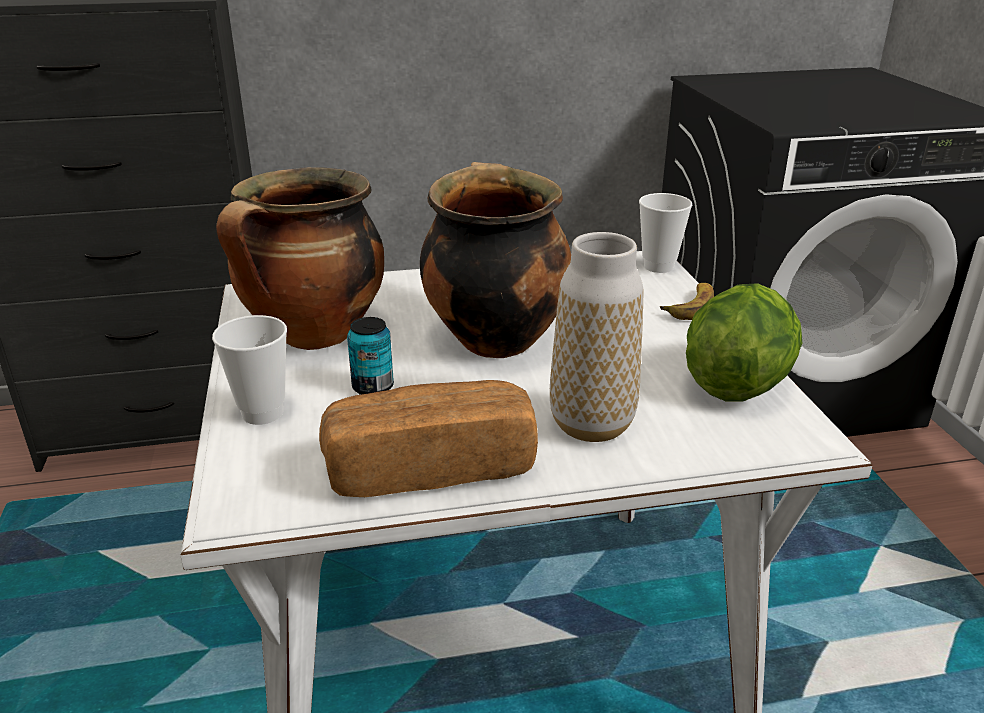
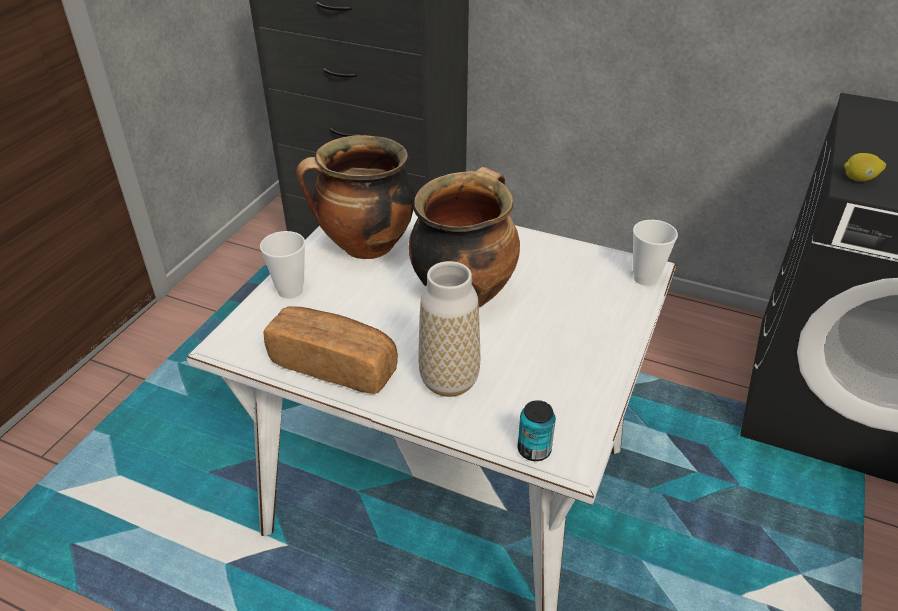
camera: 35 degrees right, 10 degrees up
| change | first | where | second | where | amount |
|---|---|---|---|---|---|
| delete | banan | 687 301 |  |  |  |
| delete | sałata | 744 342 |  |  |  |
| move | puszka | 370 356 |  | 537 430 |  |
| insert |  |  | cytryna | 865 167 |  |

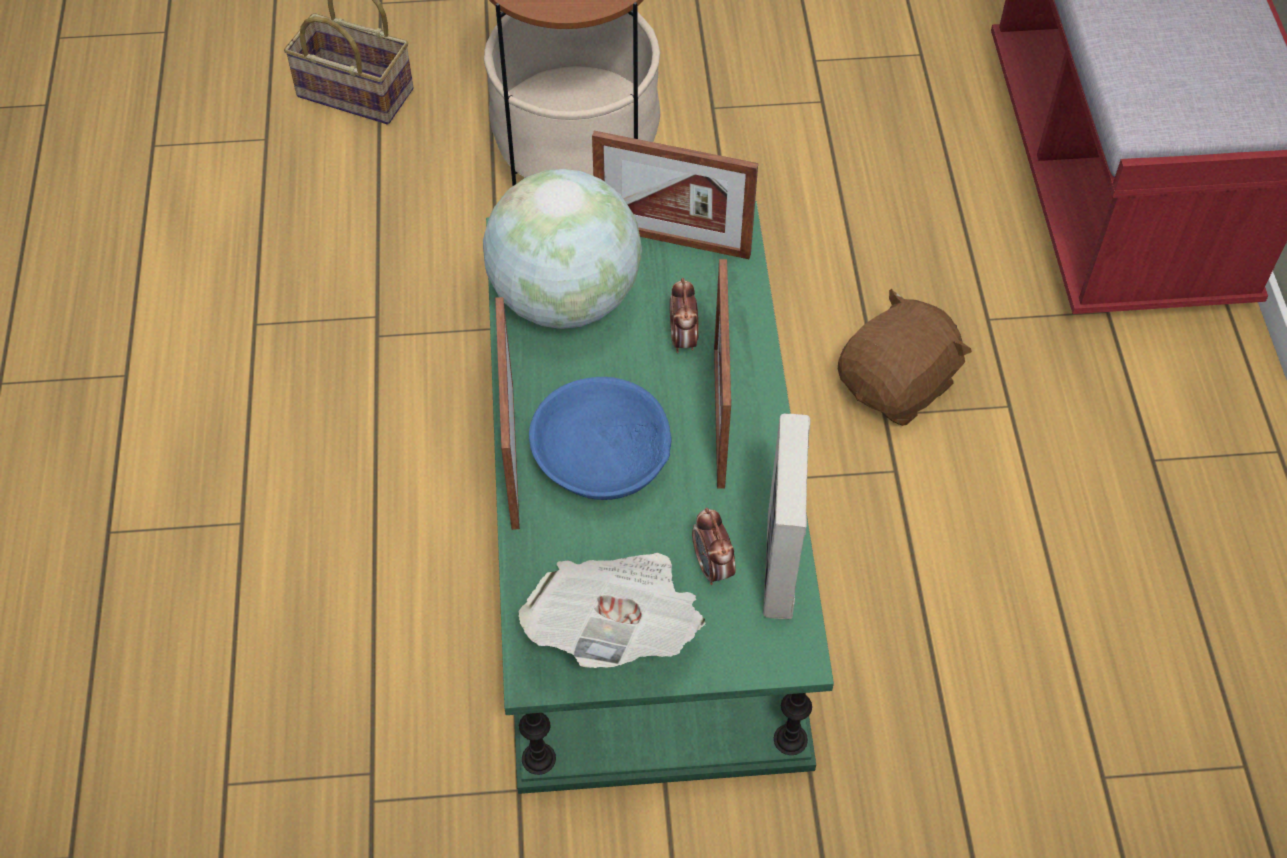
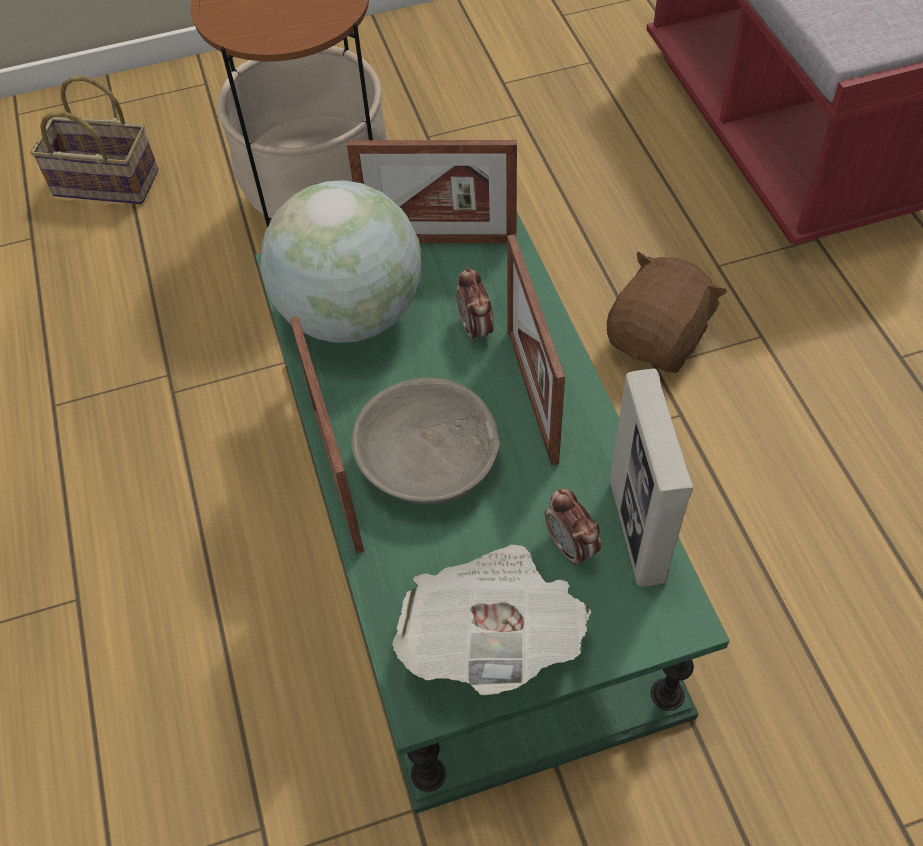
camera: 10 degrees left, 0 degrees up
| change | first | where | second | where | amount |
|---|---|---|---|---|---|
| recolor | miska (niebieski) | 600 438 | miska (szary) | 425 441 |  |

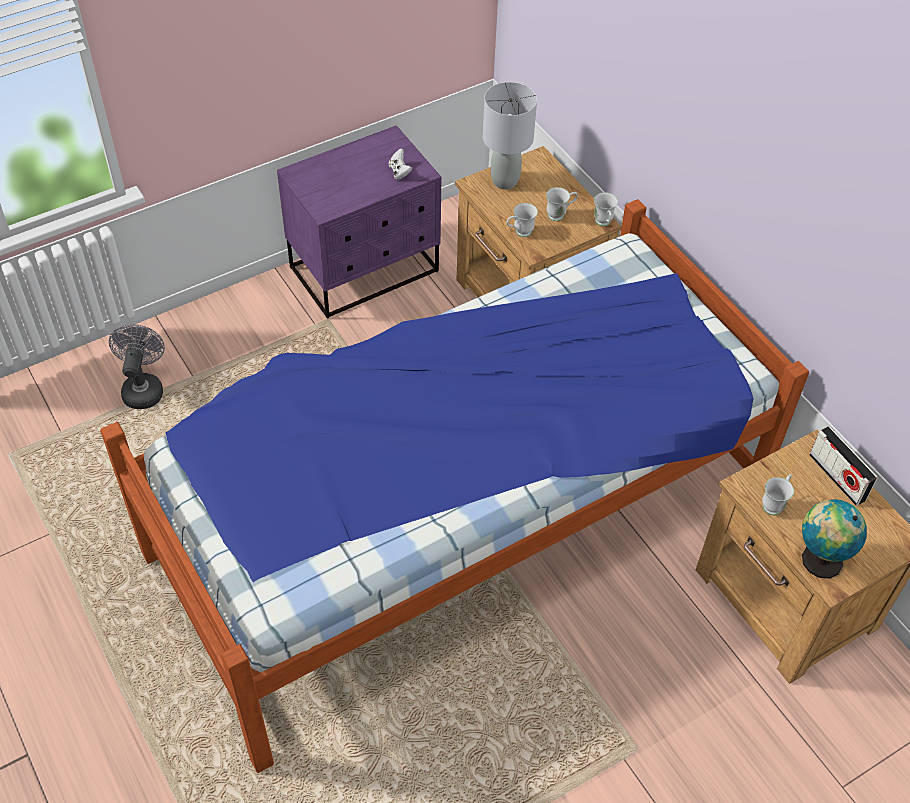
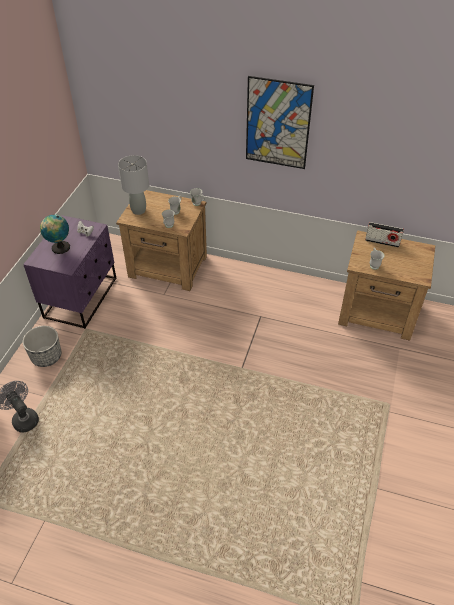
camera: 40 degrees left, 5 degrees down
| change | first | where | second | where | amount |
|---|---|---|---|---|---|
| delete | łóżko | 454 486 |  |  |  |
| move | globus | 834 539 |  | 55 234 |  |
| insert |  |  | obraz | 280 122 |  |
| insert |  |  | donica | 42 346 |  |

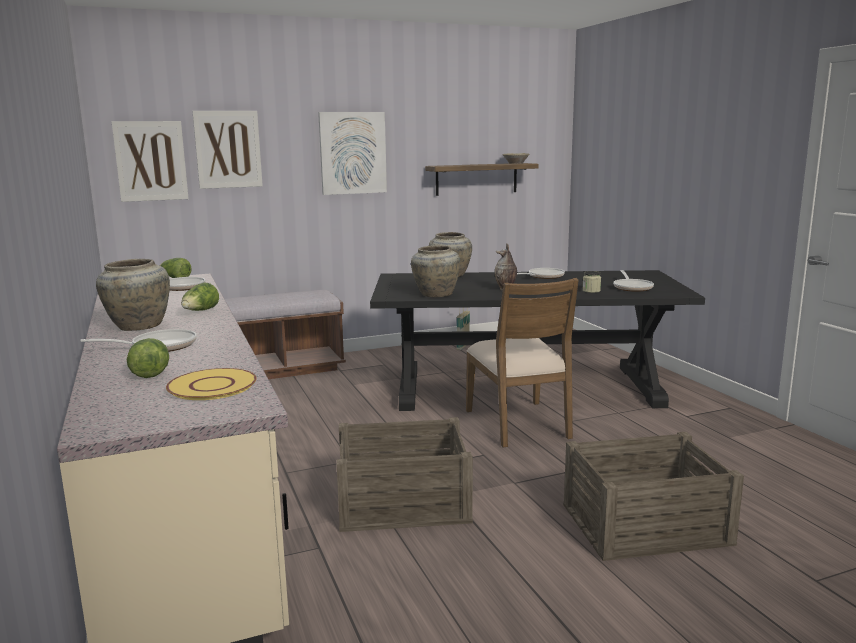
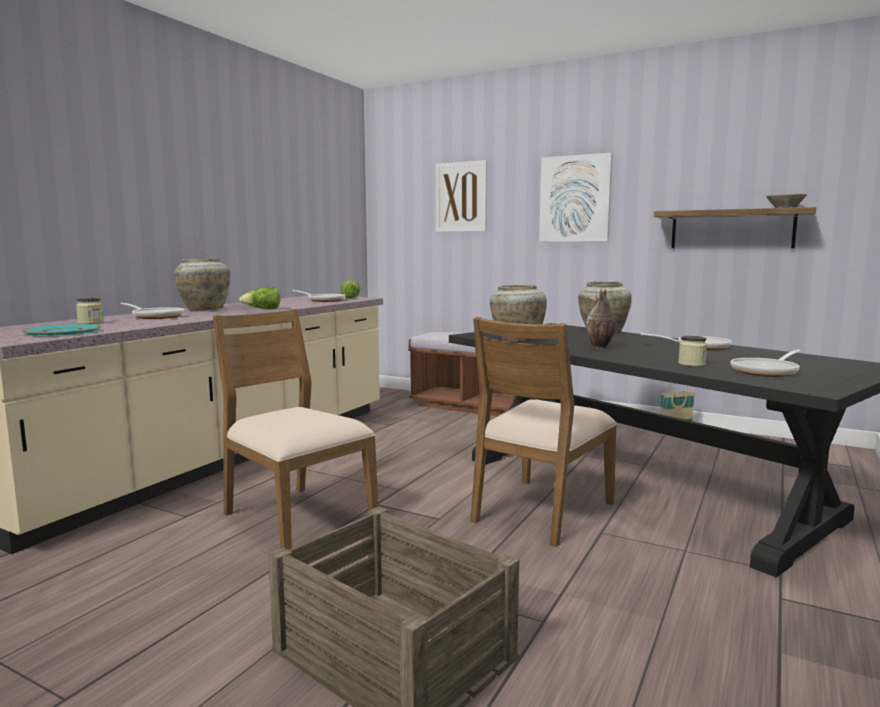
camera: 50 degrees right, 5 degrees down
| change | first | where | second | where | amount |
|---|---|---|---|---|---|
| delete | obraz | 150 161 |  |  |  |
| replace | sałata | 148 358 | słoik | 90 311 |  |
| recolor | talerz (żółty) | 211 384 | talerz (turkusowy) | 62 330 |  |
| replace | skrzynka | 405 474 | krzesło (brązowy) | 295 429 |  |

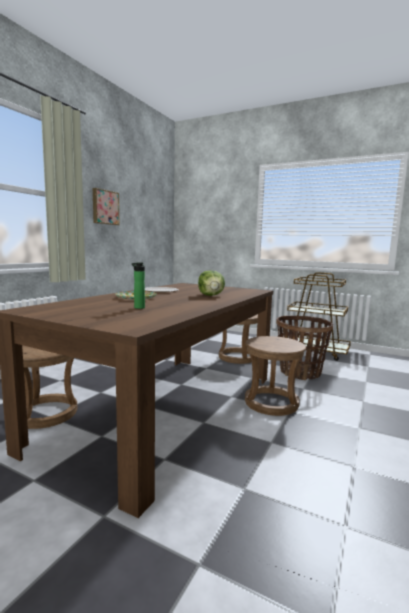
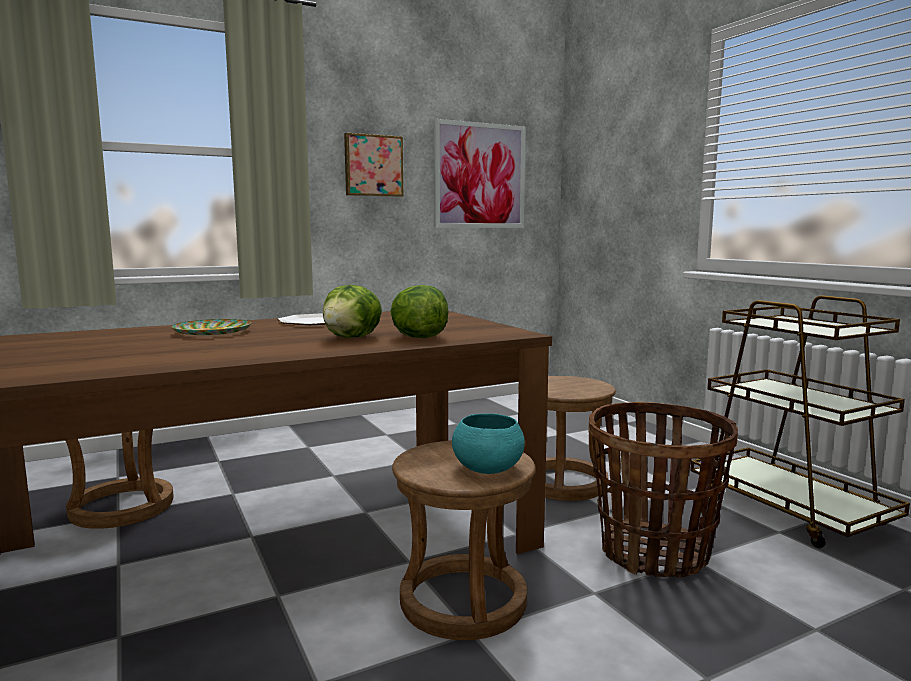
camera: 35 degrees right, 0 degrees up
| change | first | where | second | where | amount |
|---|---|---|---|---|---|
| delete | butelka | 138 286 |  |  |  |
| insert |  |  | obraz | 480 173 |  |
| insert |  |  | sałata | 419 311 |  |
| insert |  |  | miska (turkusowy) | 488 443 |  |

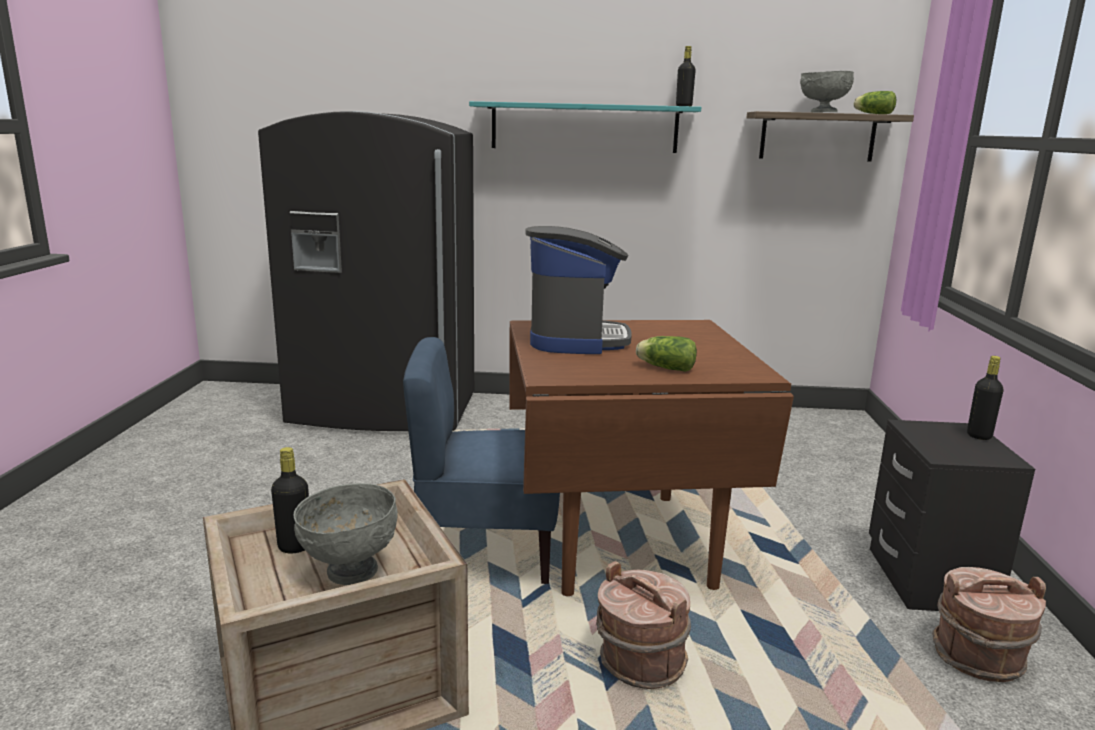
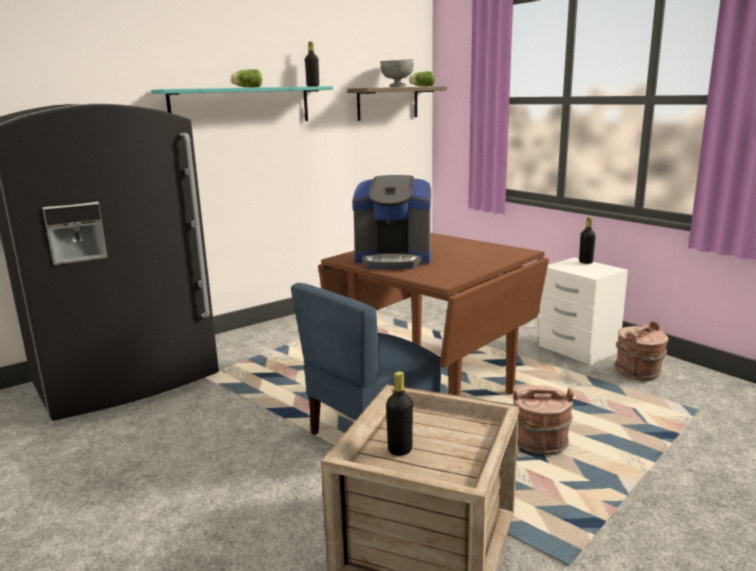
camera: 40 degrees left, 0 degrees up
| change | first | where | second | where | amount |
|---|---|---|---|---|---|
| rotate | ekspres do kawy | 578 290 |  | 392 222 | 135 degrees clockwise |
| move | sałata | 666 354 |  | 246 78 |  |
| recolor | szafka nocna (czarny) | 952 515 | szafka nocna (biały) | 583 311 |  |
| delete | miska (szary) | 346 534 |  |  |  |

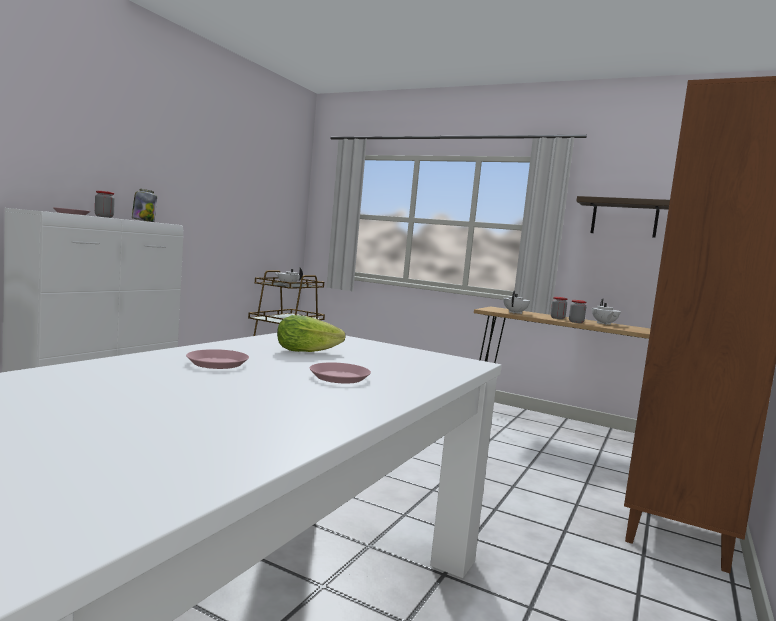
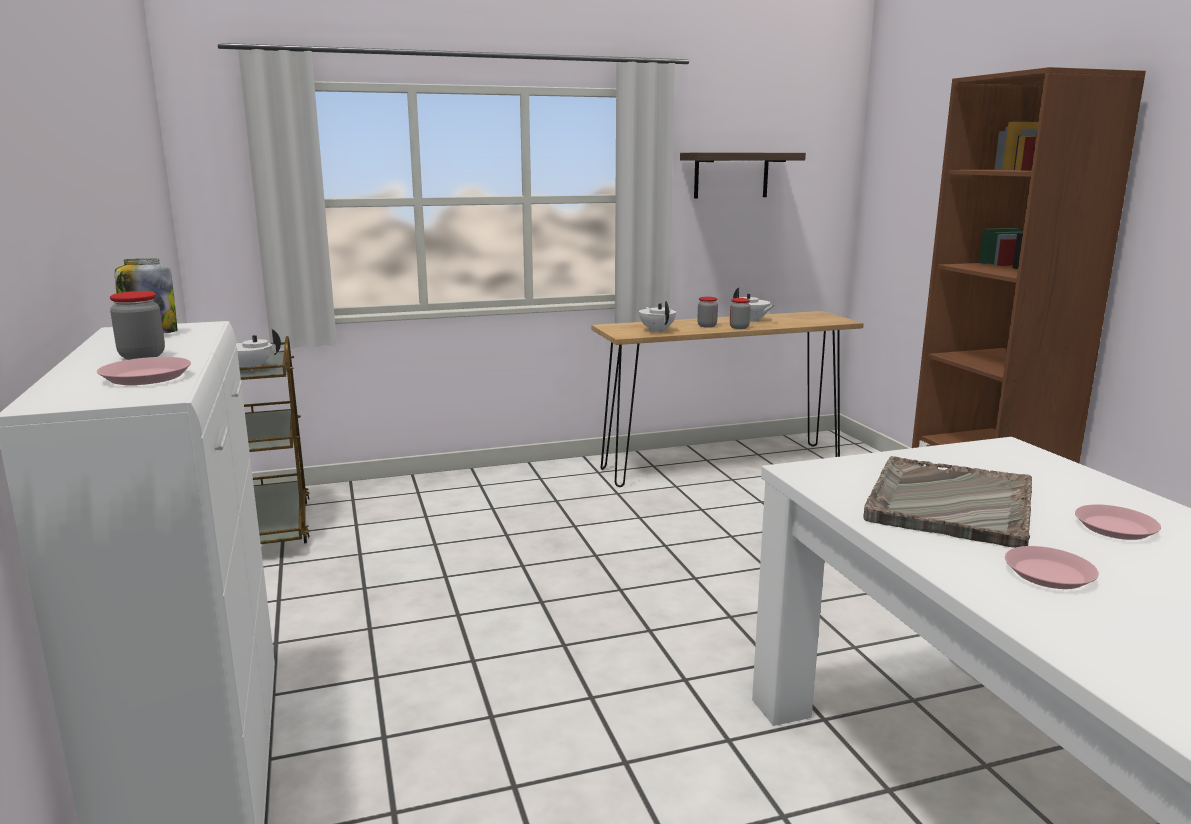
camera: 45 degrees left, 10 degrees up
| change | first | where | second | where | amount |
|---|---|---|---|---|---|
| replace | sałata | 311 333 | taca (szary) | 947 502 |  |

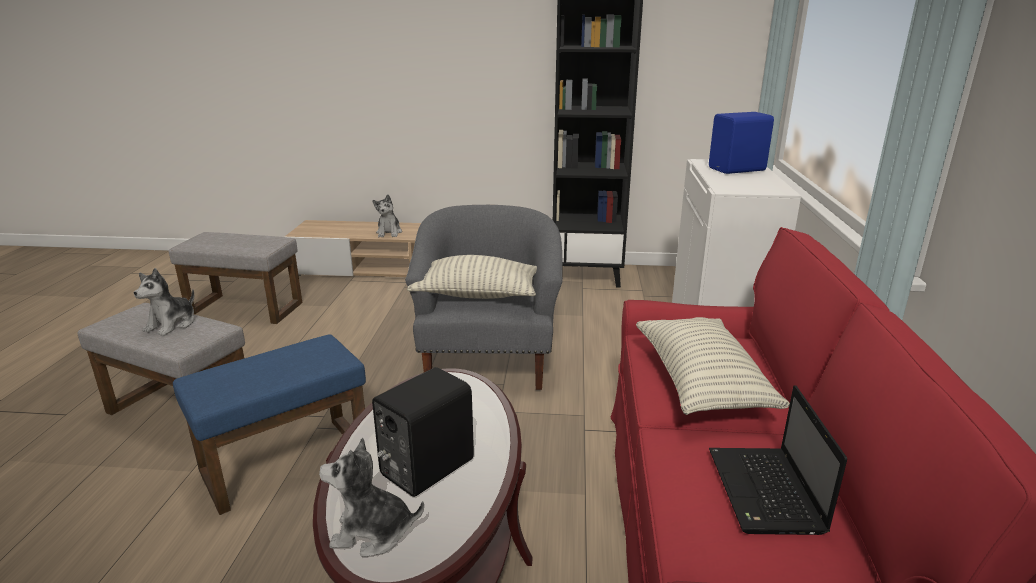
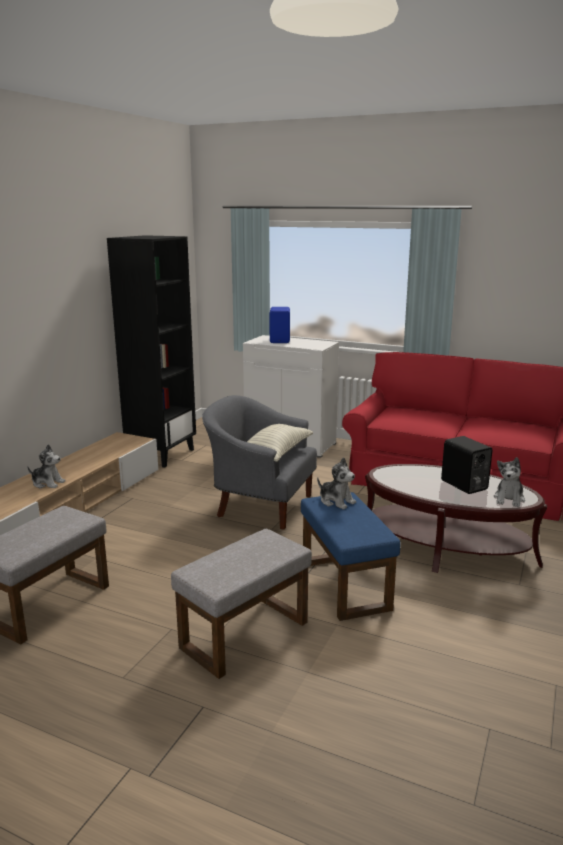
camera: 70 degrees left, 5 degrees down
| change | first | where | second | where | amount |
|---|---|---|---|---|---|
| move | pluszak | 164 302 |  | 336 483 |  |
| delete | poduszka | 713 366 |  |  |  |
| delete | laptop | 778 460 |  |  |  |

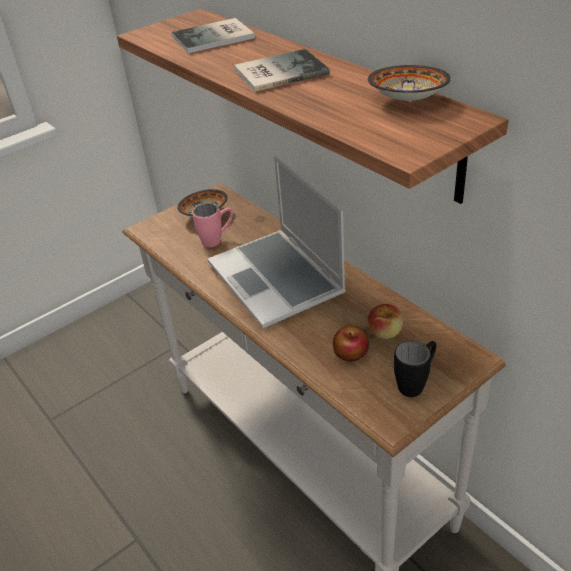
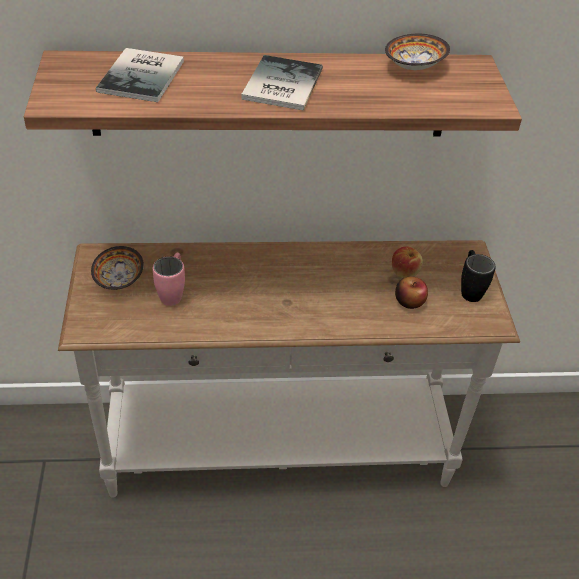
camera: 60 degrees left, 5 degrees up
| change | first | where | second | where | amount |
|---|---|---|---|---|---|
| delete | laptop | 277 242 |  |  |  |

